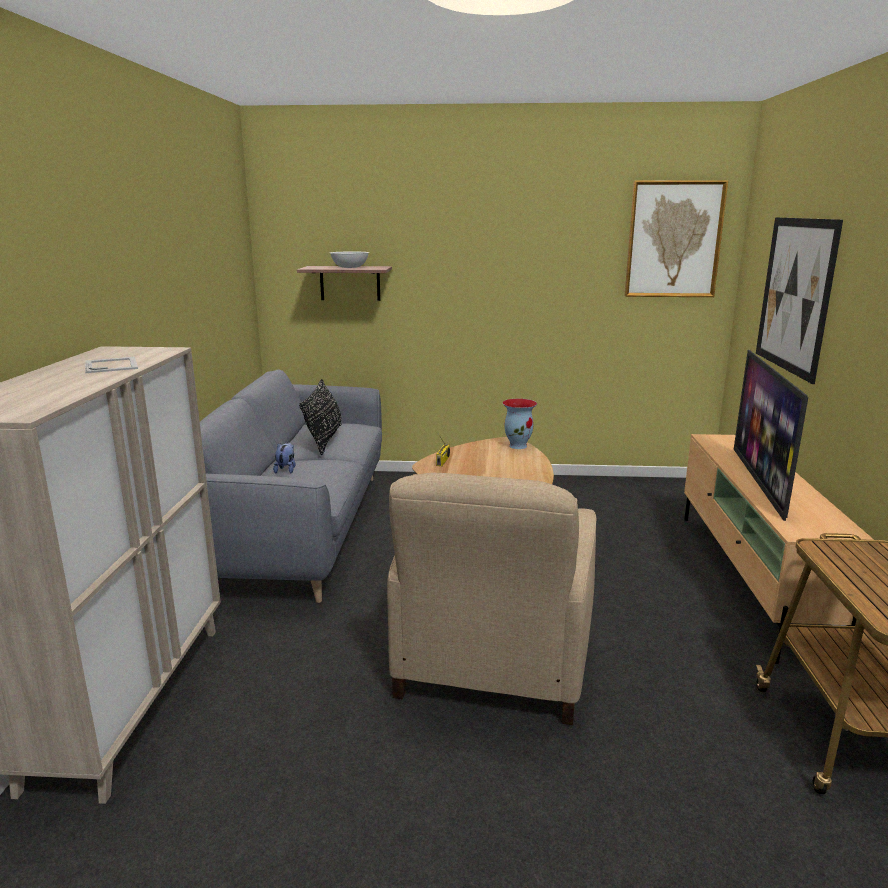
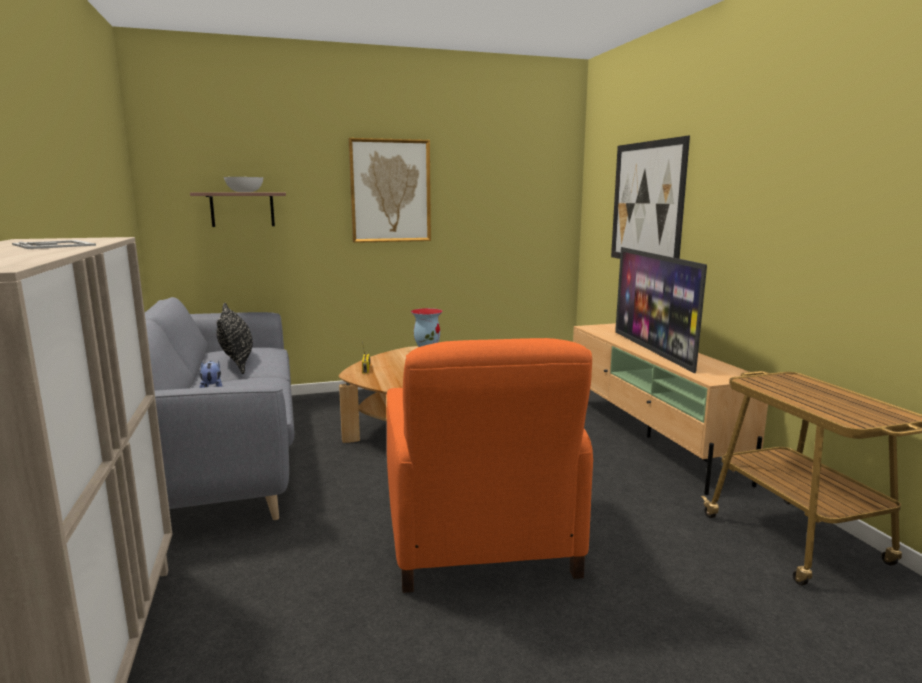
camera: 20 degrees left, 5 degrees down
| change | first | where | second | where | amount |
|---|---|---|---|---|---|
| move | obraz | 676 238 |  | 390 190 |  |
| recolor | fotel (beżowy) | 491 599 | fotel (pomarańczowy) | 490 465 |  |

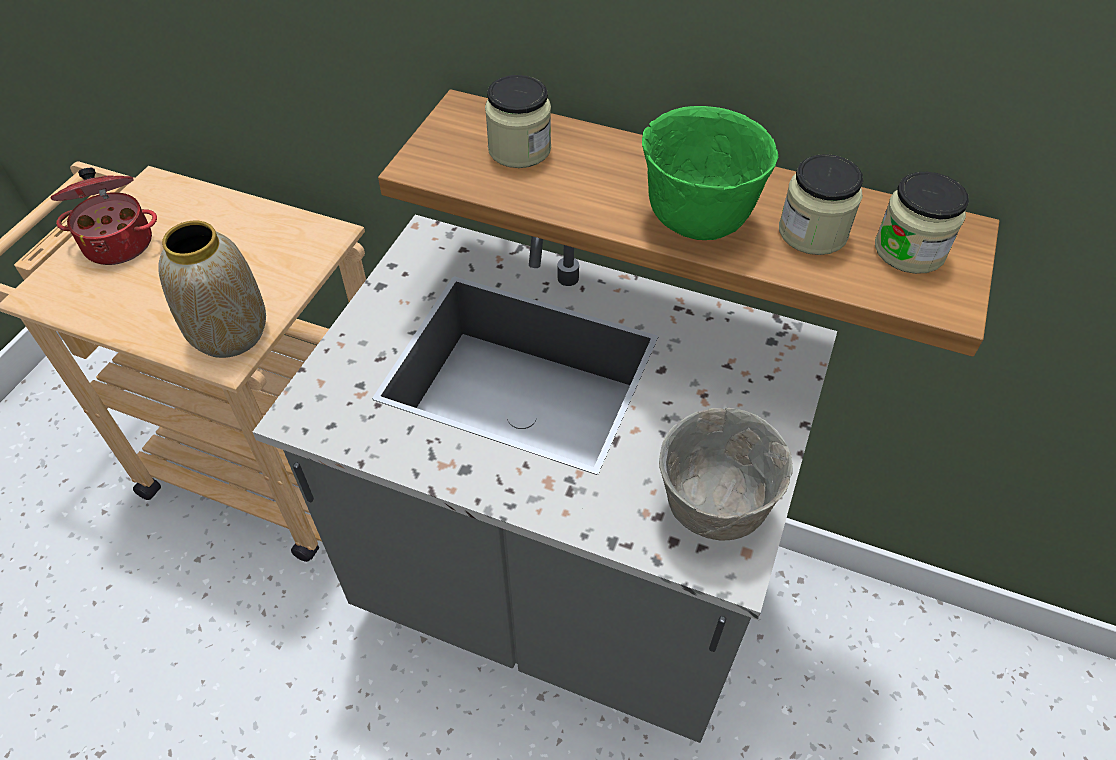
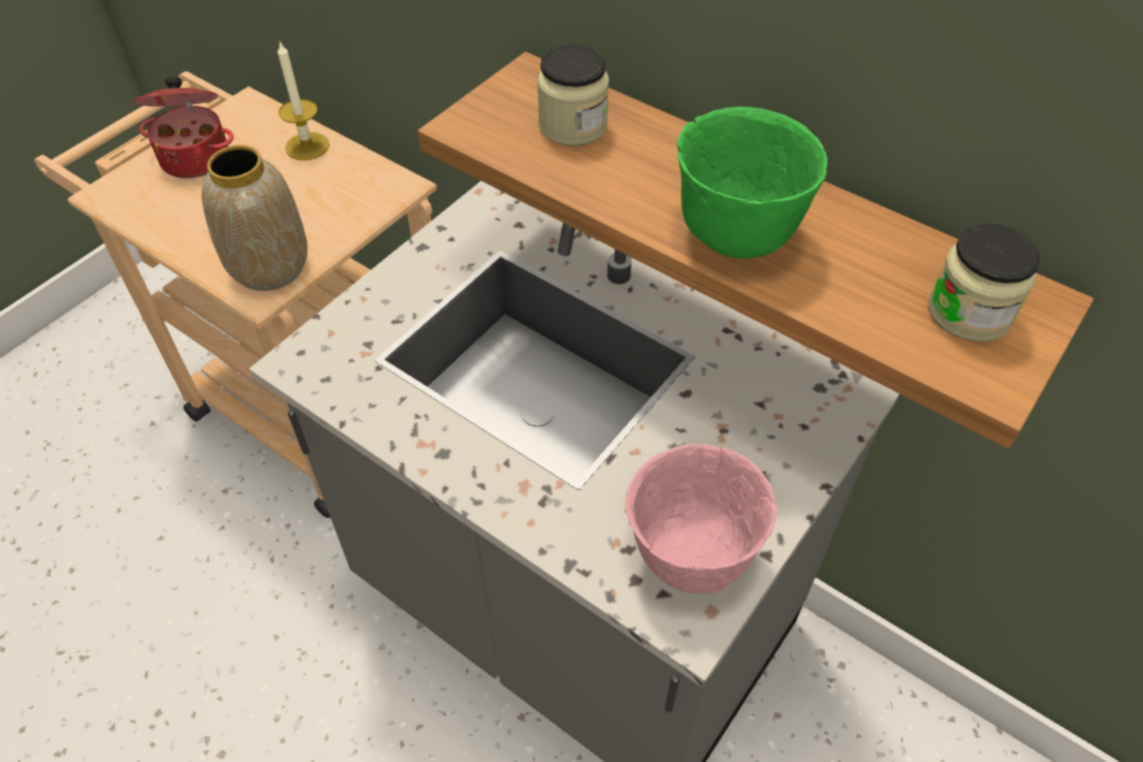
camera: 15 degrees right, 0 degrees up
| change | first | where | second | where | amount |
|---|---|---|---|---|---|
| delete | słoik | 821 204 |  |  |  |
| recolor | miska (szary) | 725 474 | miska (różowy) | 701 519 |  |
| insert |  |  | świeca | 304 100 |  |

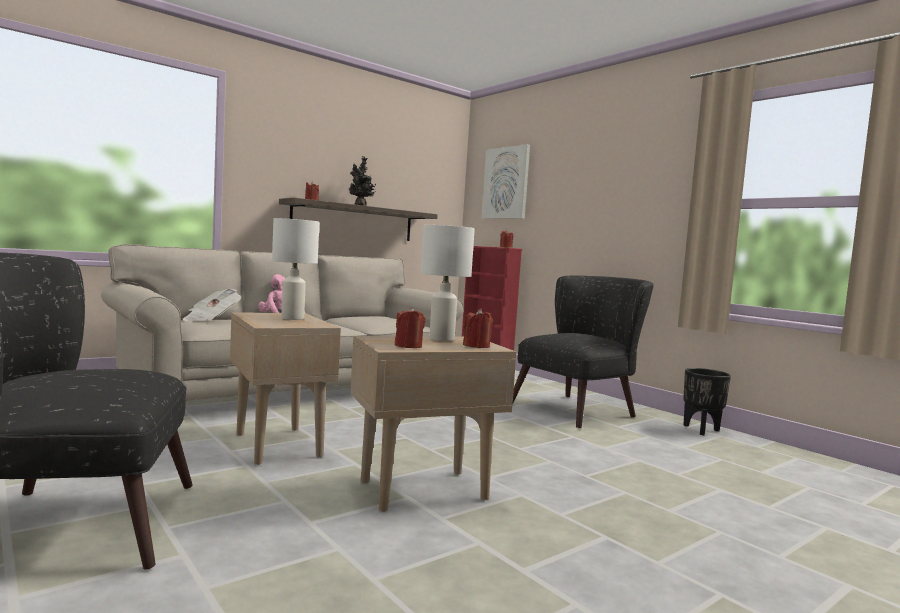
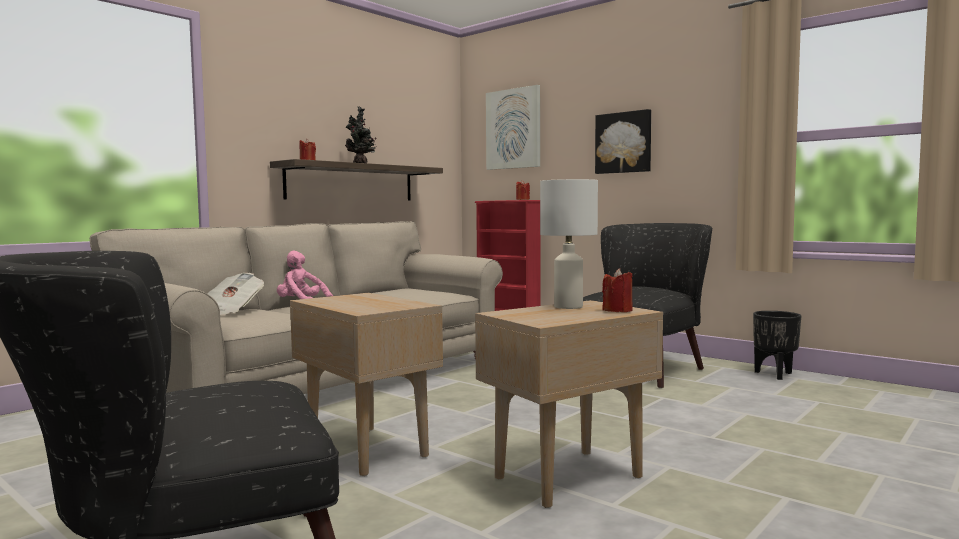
camera: 10 degrees left, 0 degrees up
| change | first | where | second | where | amount |
|---|---|---|---|---|---|
| delete | lampa stołowa (biały) | 295 269 |  |  |  |
| delete | świeca (czerwony) | 410 327 |  |  |  |
| insert |  |  | obraz | 623 141 |  |

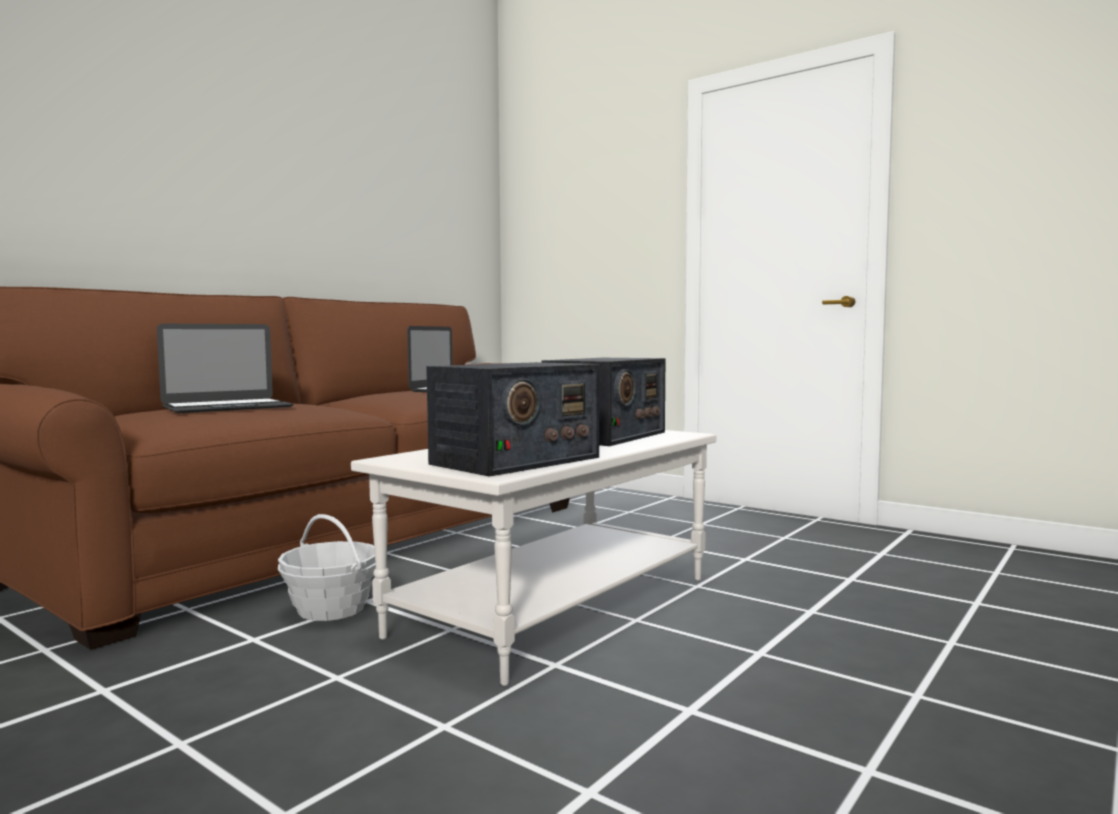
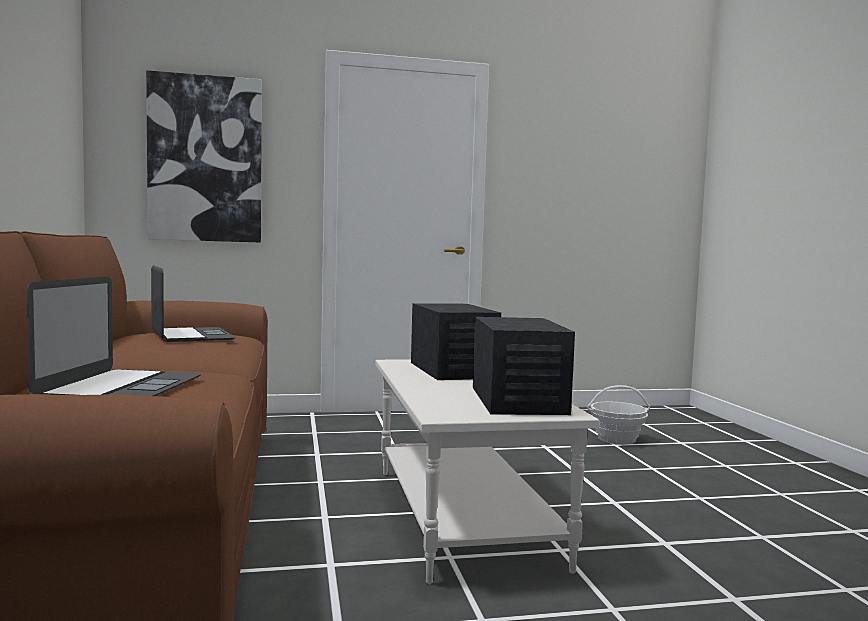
camera: 50 degrees left, 0 degrees up
| change | first | where | second | where | amount |
|---|---|---|---|---|---|
| move | koszyk | 327 567 |  | 619 414 |  |
| insert |  |  | obraz | 204 156 |  |

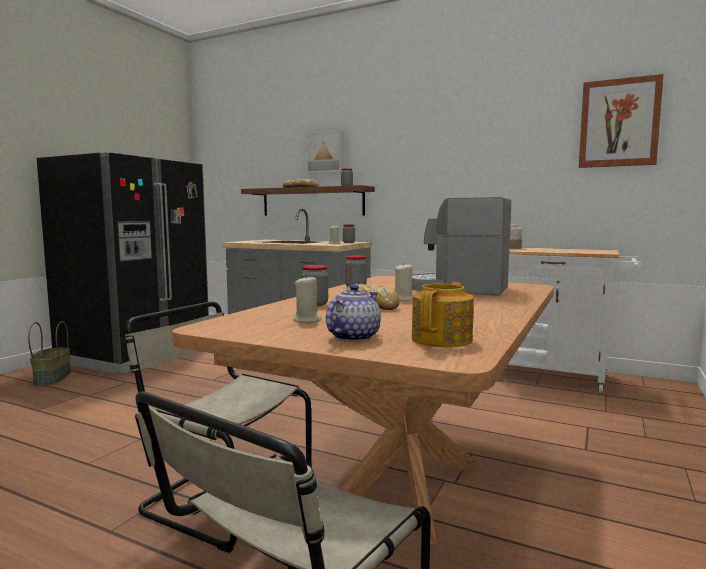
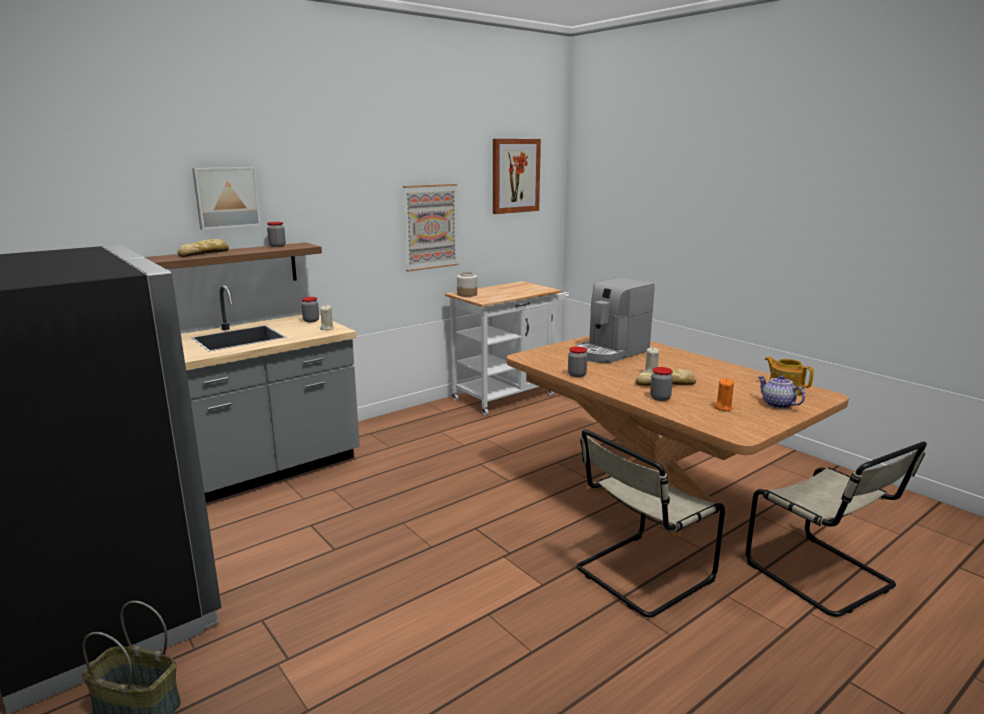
camera: 65 degrees left, 10 degrees up
| change | first | where | second | where | amount |
|---|---|---|---|---|---|
| recolor | świeca (beżowy) | 307 299 | świeca (pomarańczowy) | 724 394 |  |
| insert |  |  | obraz | 430 228 |  |

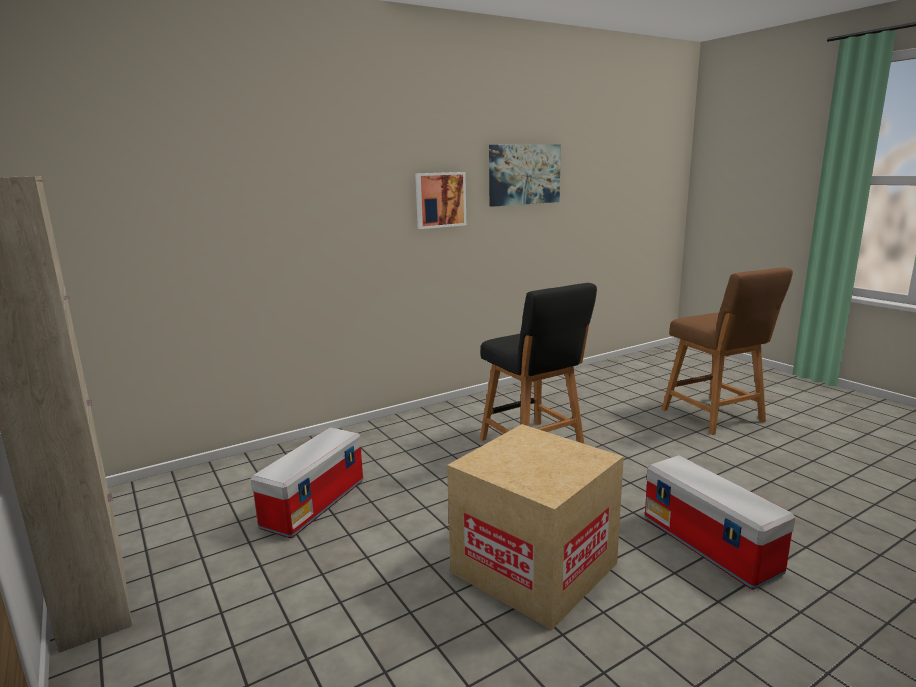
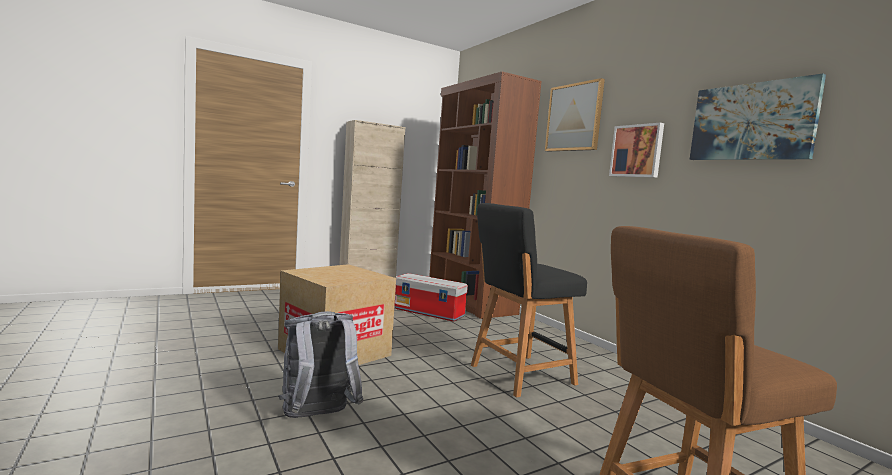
camera: 90 degrees right, 10 degrees down
| change | first | where | second | where | amount |
|---|---|---|---|---|---|
| replace | pojemnik do przechowywania | 720 522 | plecak (szary) | 321 364 |  |
| insert |  |  | regał (brązowy) | 485 195 |  |
| insert |  |  | obraz | 575 115 |  |

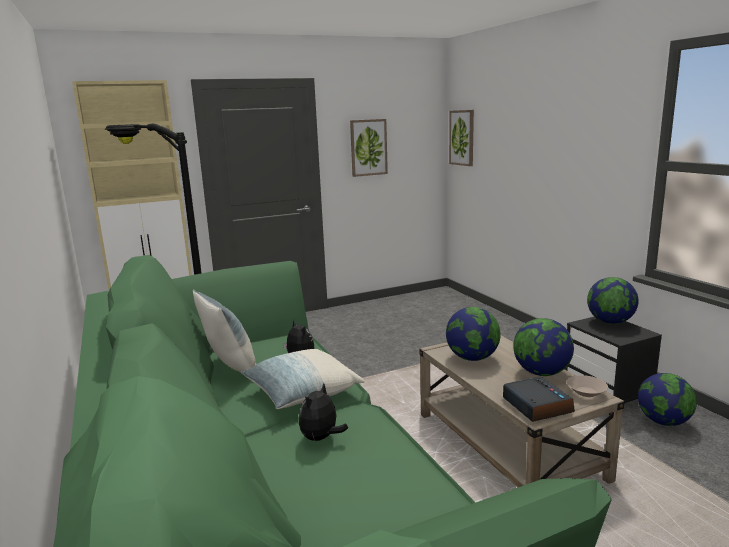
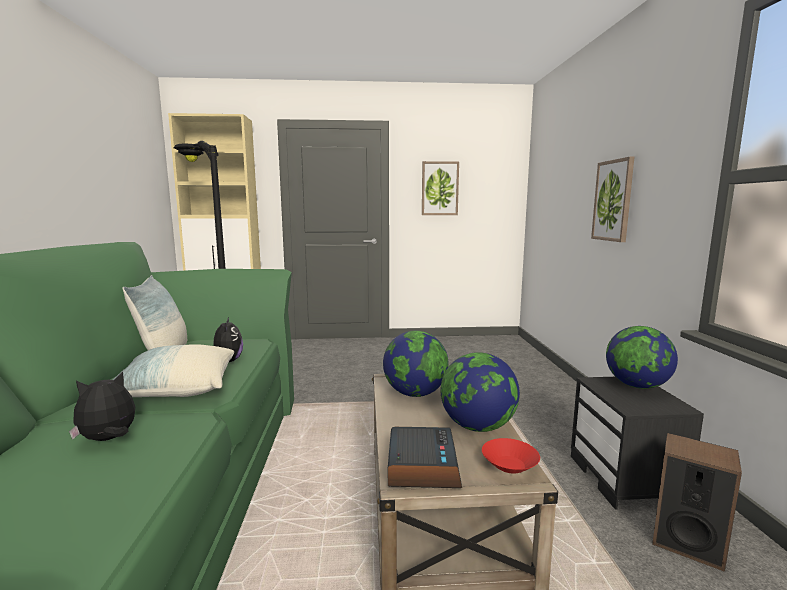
camera: 20 degrees right, 5 degrees down
| change | first | where | second | where | amount |
|---|---|---|---|---|---|
| move | obraz | 461 138 |  | 612 199 |  |
| replace | globus | 667 399 | głośnik | 697 502 |  |
| recolor | miska (beżowy) | 587 386 | miska (czerwony) | 511 456 |  |

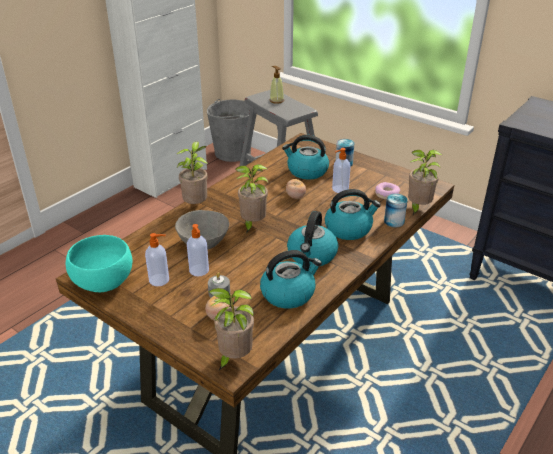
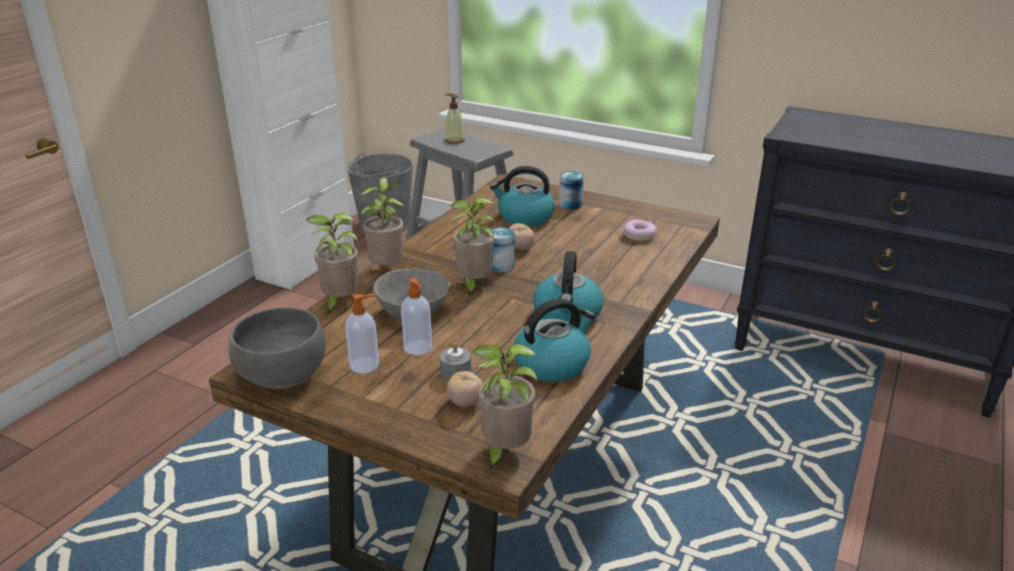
camera: 10 degrees left, 5 degrees down
| change | first | where | second | where | amount |
|---|---|---|---|---|---|
| delete | dozownik mydła | 341 170 |  |  |  |
| move | roślina doniczkowa | 425 183 |  | 332 264 |  |
| delete | czajnik | 353 214 |  |  |  |
| move | puszka | 396 210 |  | 503 250 |  |
| recolor | miska (turkusowy) | 99 263 | miska (szary) | 277 348 |  |

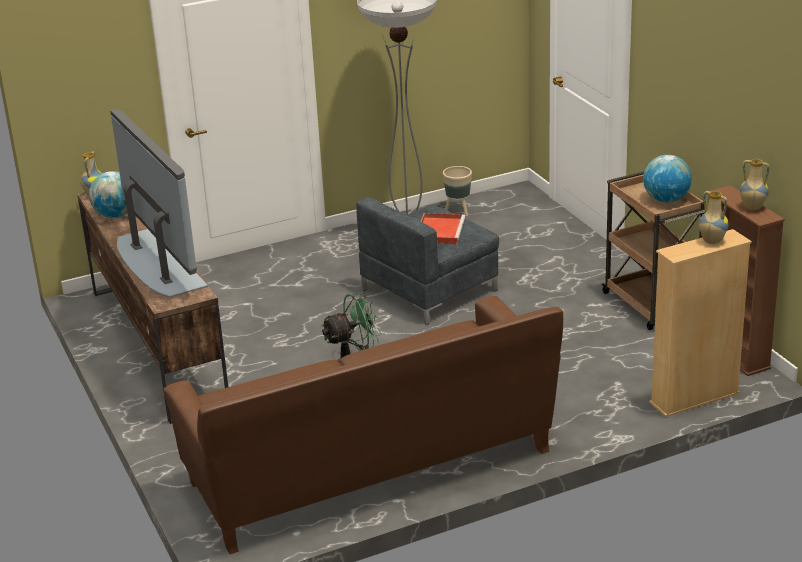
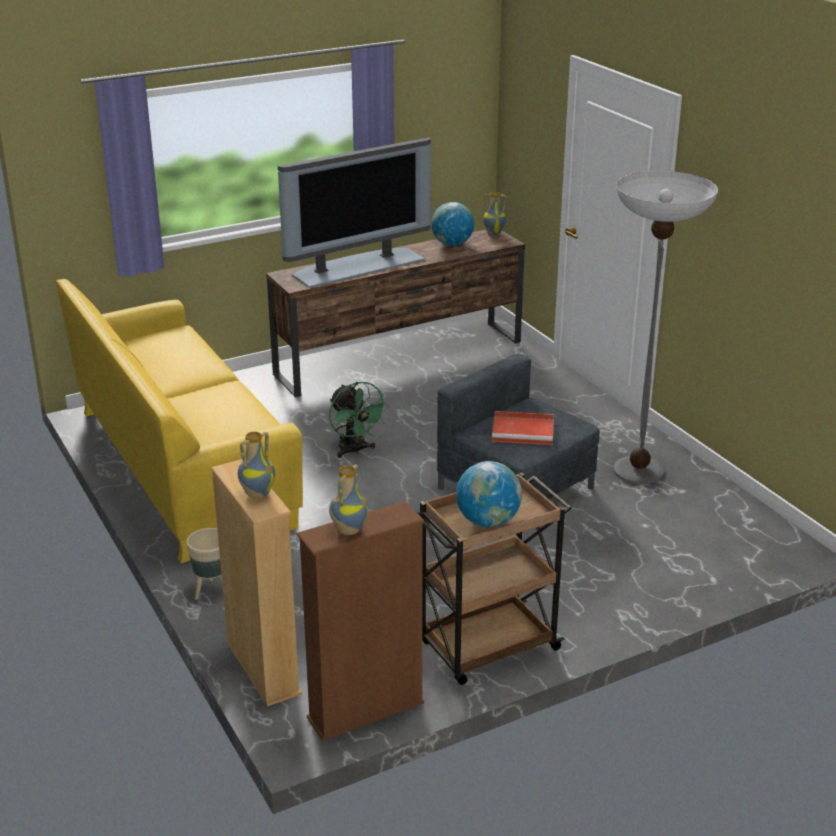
camera: 85 degrees right, 0 degrees up
| change | first | where | second | where | amount |
|---|---|---|---|---|---|
| move | donica (beżowy) | 457 191 |  | 204 564 |  |
| recolor | kanapa (brązowy) | 363 425 | kanapa (żółty) | 179 421 |  |

